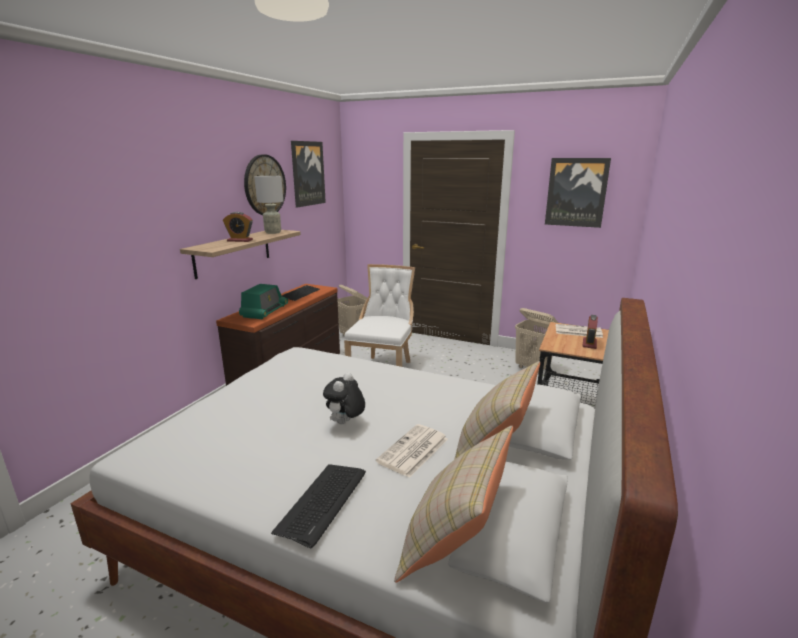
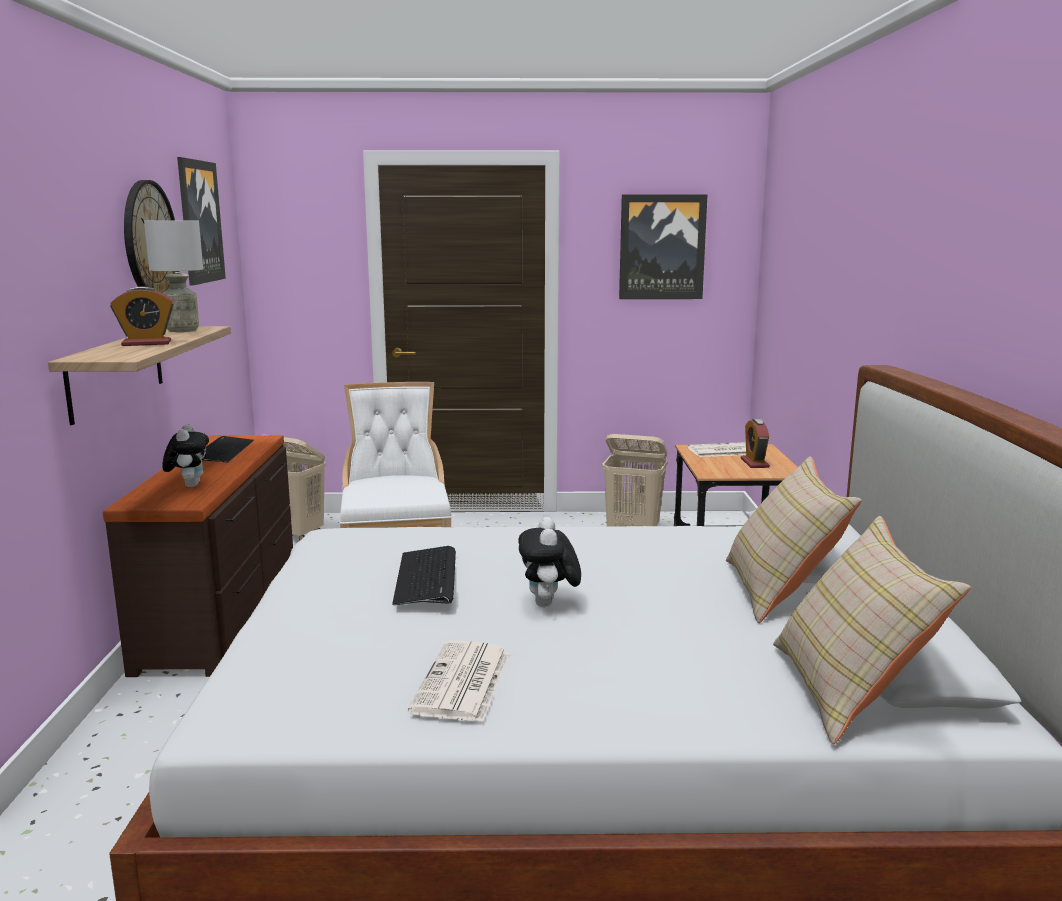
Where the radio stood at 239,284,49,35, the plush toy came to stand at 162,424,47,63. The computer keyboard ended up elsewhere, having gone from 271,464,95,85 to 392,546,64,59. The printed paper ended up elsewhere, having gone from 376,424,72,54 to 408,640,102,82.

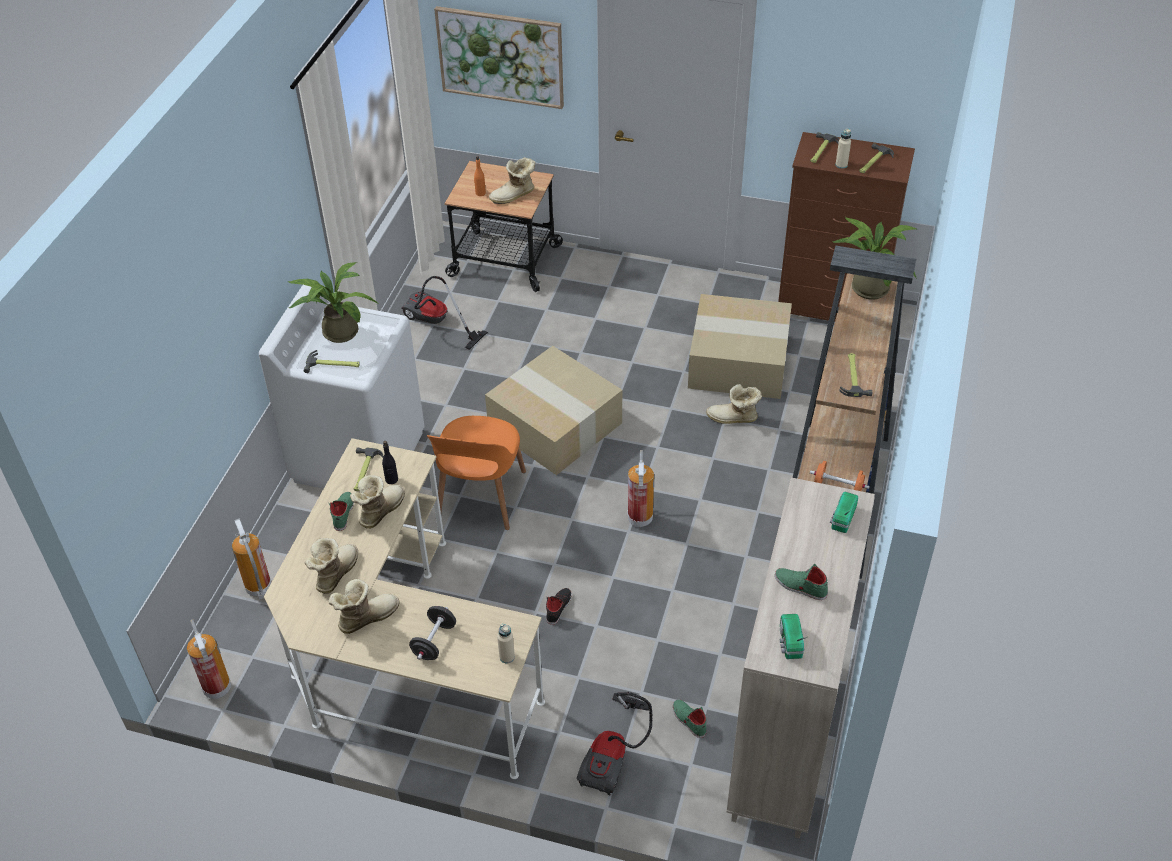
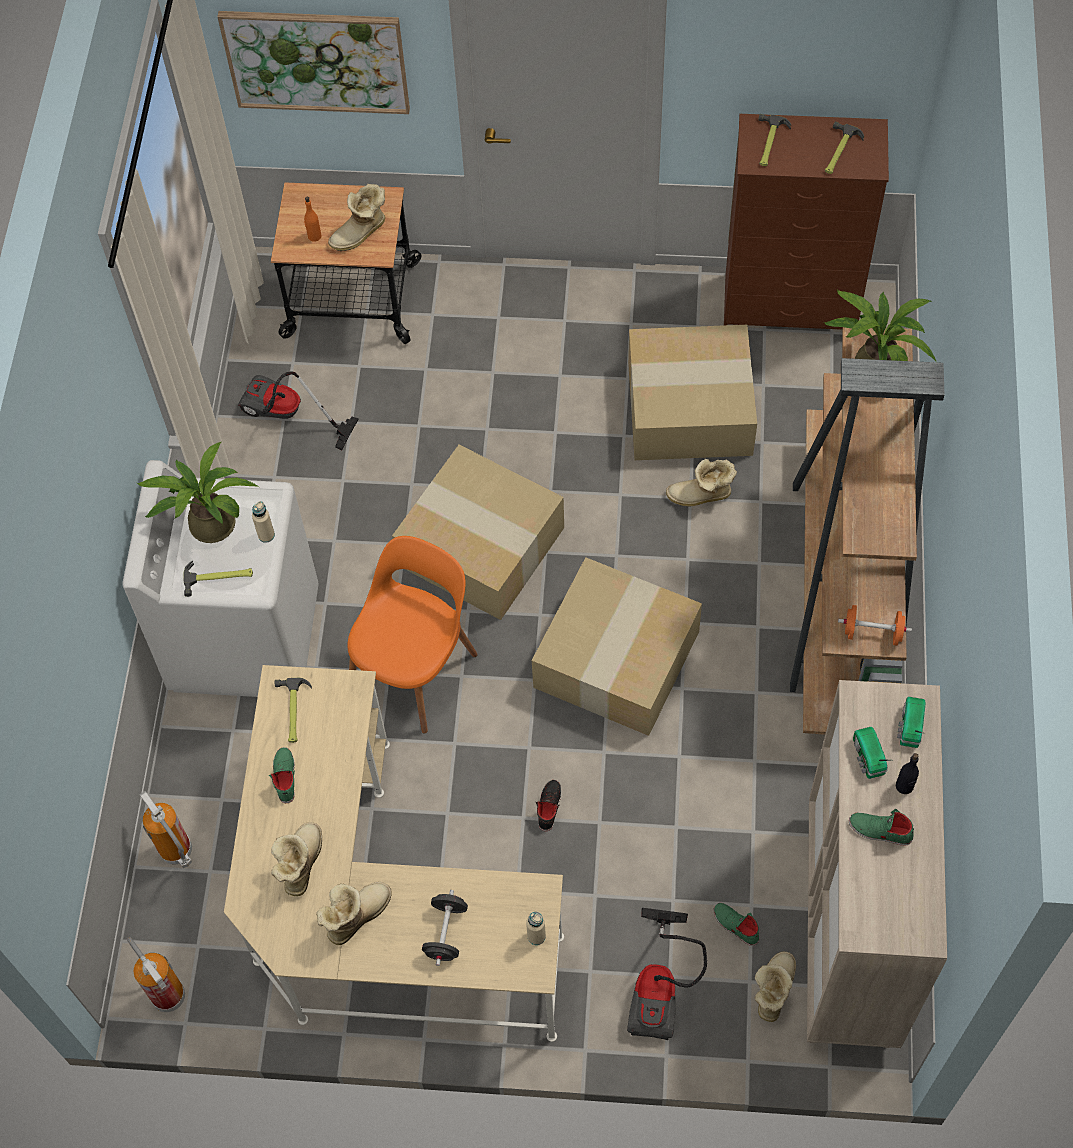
The bottle (beige) ended up elsewhere, having gone from 836,128,15,41 to 252,501,23,42. The plain chair (orange) at 427,416,99,114 ended up facing another way, 150 degrees counterclockwise from before. Where the fire extinguisher stood at 627,450,28,77, the carton came to stand at 532,557,170,179. The boot ended up elsewhere, having gone from 350,475,55,54 to 755,952,41,70. The radio ended up elsewhere, having gone from 780,614,27,45 to 853,727,39,52. The bottle (black-coloured) ended up elsewhere, having gone from 382,441,16,43 to 896,753,23,41. The second view lost the hand hammer at 840,353,32,44.

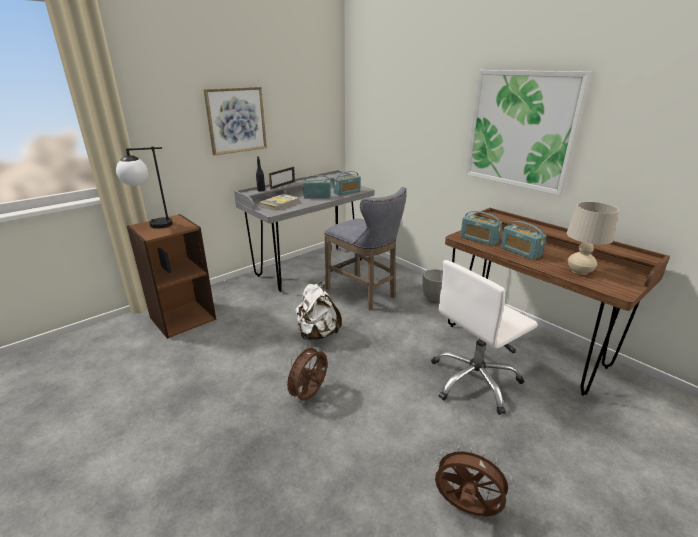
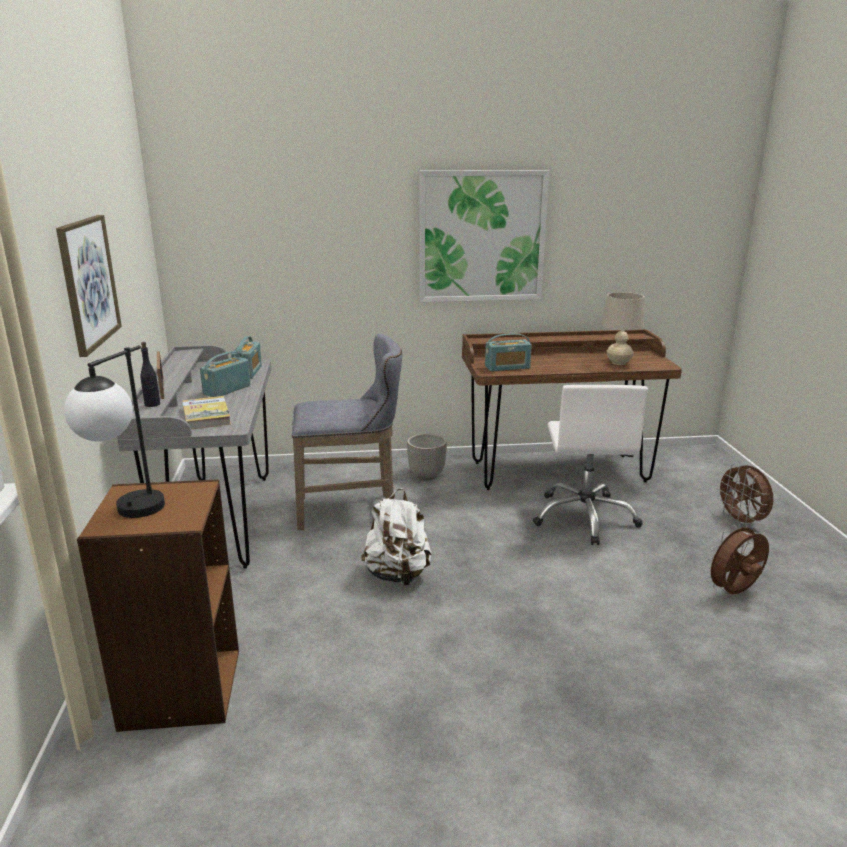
The cooling fan (brown) ended up elsewhere, having gone from 283,344,44,57 to 715,463,58,64. The second view lost the radio at 501,221,46,39.

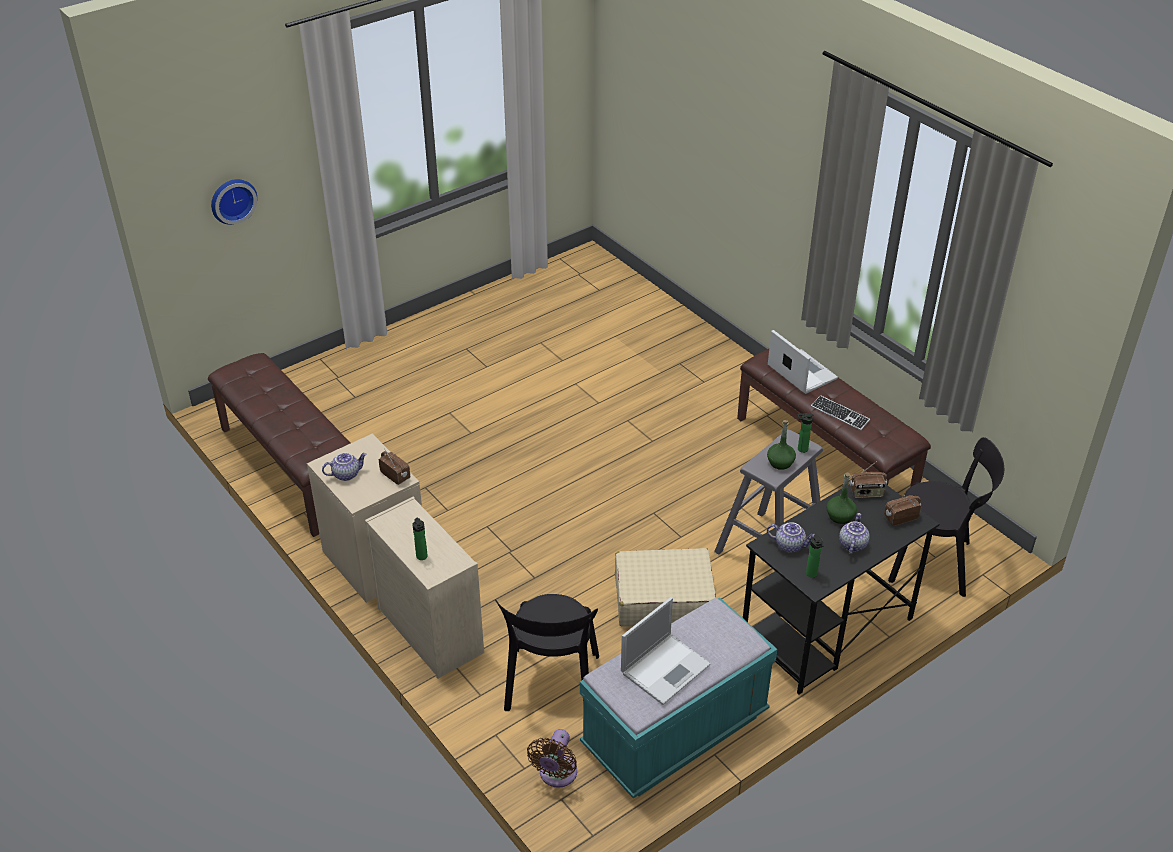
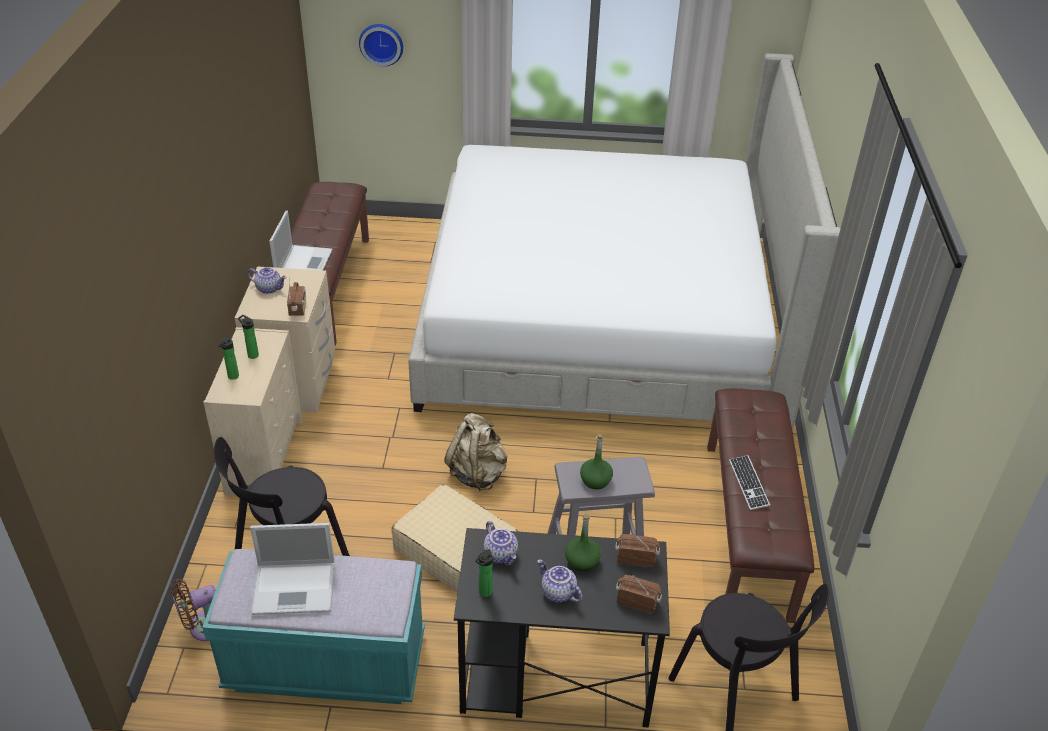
The bottle ended up elsewhere, having gone from 798,413,15,40 to 238,315,21,44. The portable computer ended up elsewhere, having gone from 768,330,70,64 to 269,210,63,60. The second view gained the sleeping bed at 408,53,433,379. The second view gained the knapsack (beige) at 444,413,63,78. The teapot at 839,513,31,41 ended up facing another way, 105 degrees counterclockwise from before. The radio at 850,462,37,36 ended up facing another way, 150 degrees clockwise from before.

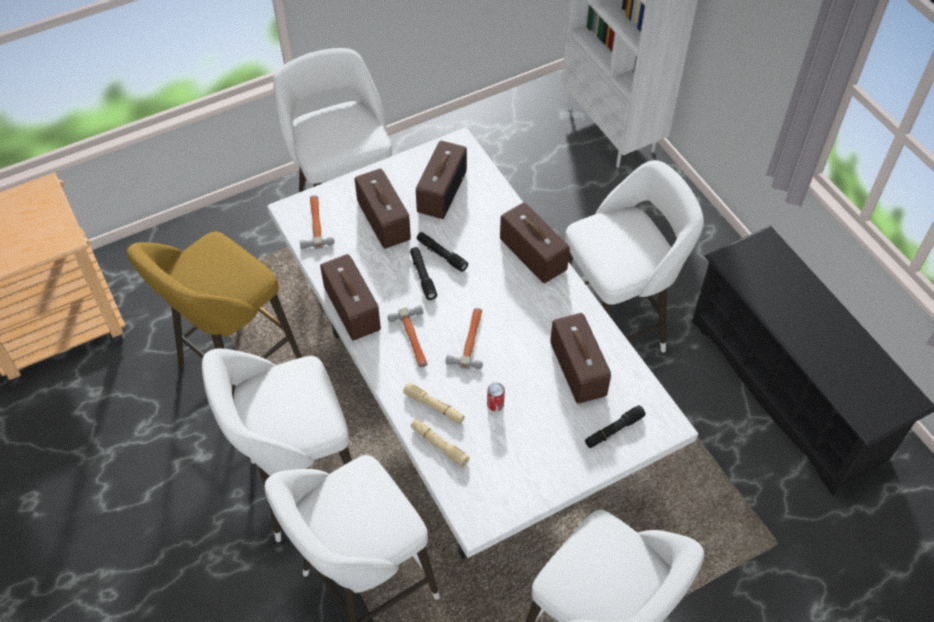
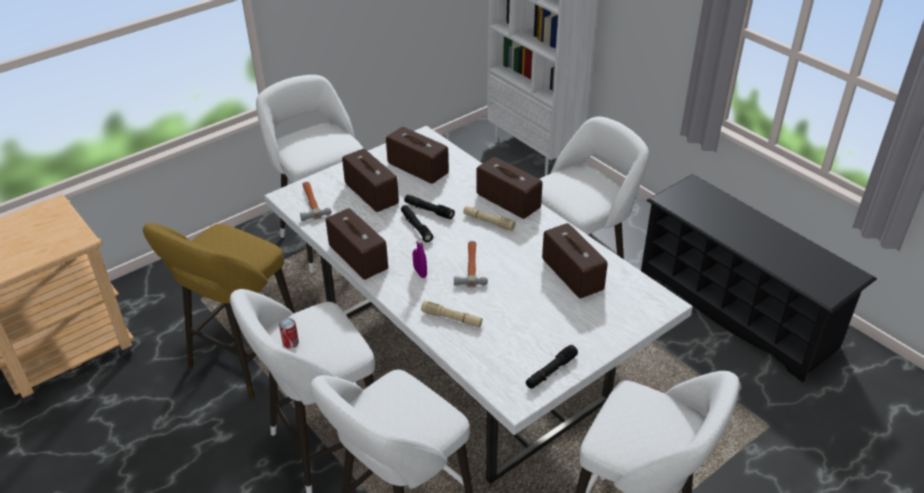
The sealed can ended up elsewhere, having gone from 487,383,18,28 to 279,318,20,30. The radio at 416,140,51,79 ended up facing another way, 60 degrees counterclockwise from before. Where the hand hammer stood at 388,305,39,62, the hand sprayer (purplish) came to stand at 413,228,14,50. The hand torch (beige) ended up elsewhere, having gone from 411,419,59,48 to 463,206,53,25. The hand torch (black-coloured) ended up elsewhere, having gone from 585,405,60,43 to 526,345,52,44.

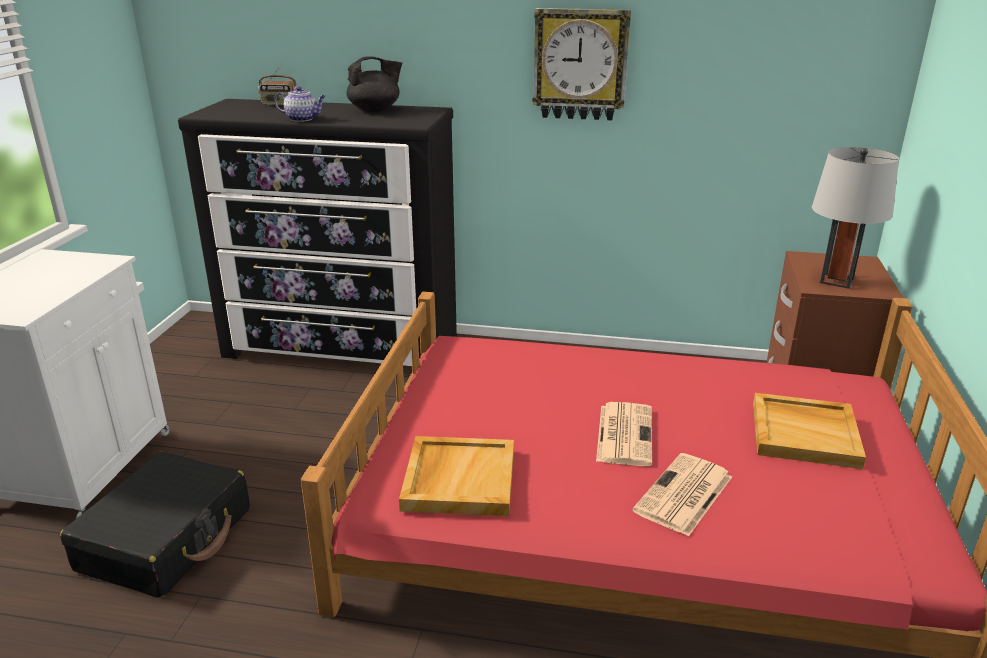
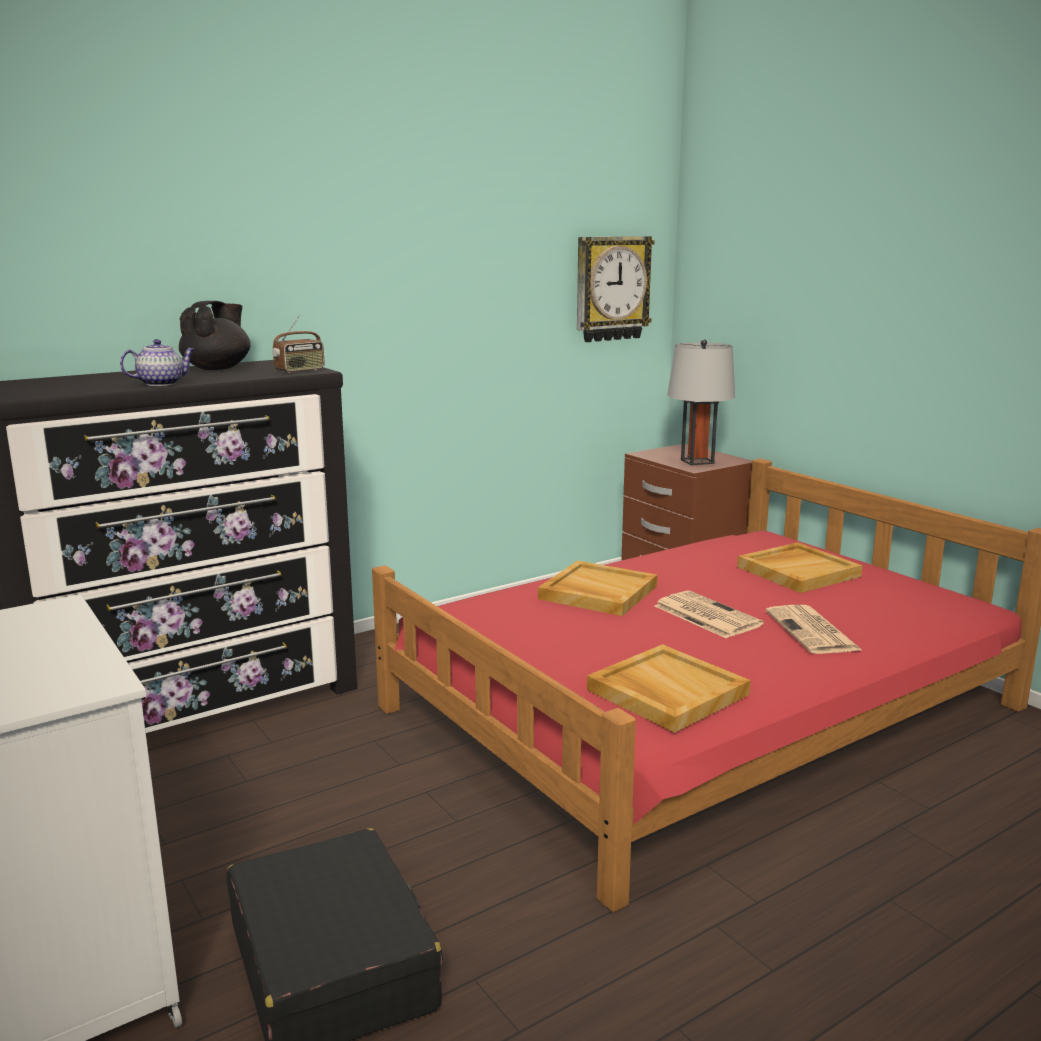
The radio ended up elsewhere, having gone from 258,63,39,43 to 272,315,52,58. The second view gained the tray (beige) at 538,561,119,55. The hanging clock ended up elsewhere, having gone from 533,8,98,112 to 577,236,78,106.

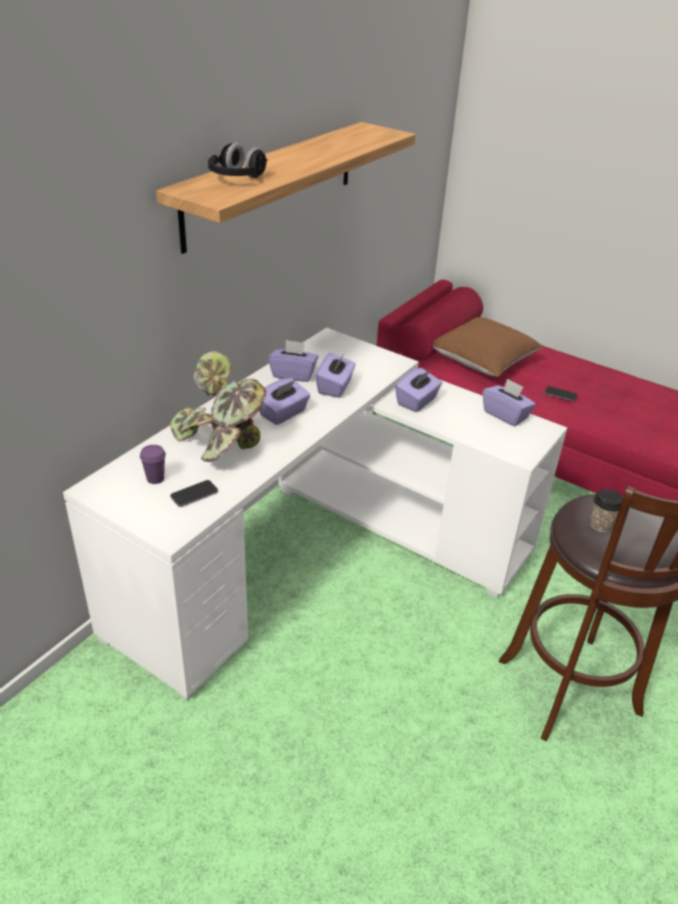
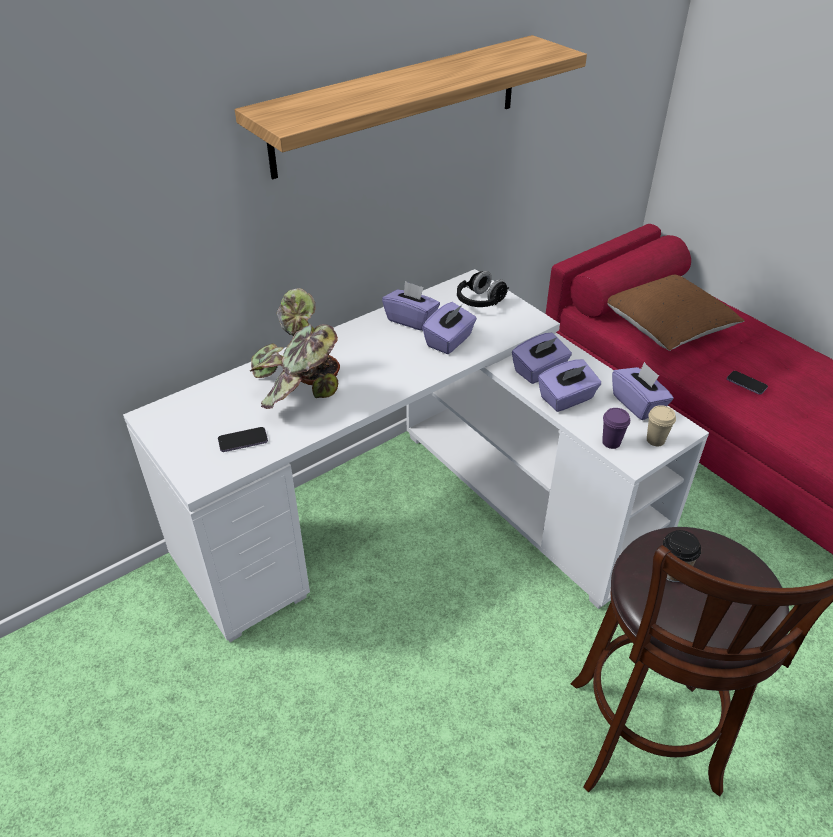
The headset (black-coloured) ended up elsewhere, having gone from 208,142,60,36 to 457,271,52,36. The box of tissues (purplish) ended up elsewhere, having gone from 259,378,51,47 to 538,359,63,53. The drinking cup (purplish) ended up elsewhere, having gone from 140,445,26,39 to 602,408,28,41. The second view gained the drinking cup (beige) at 647,405,29,41.

